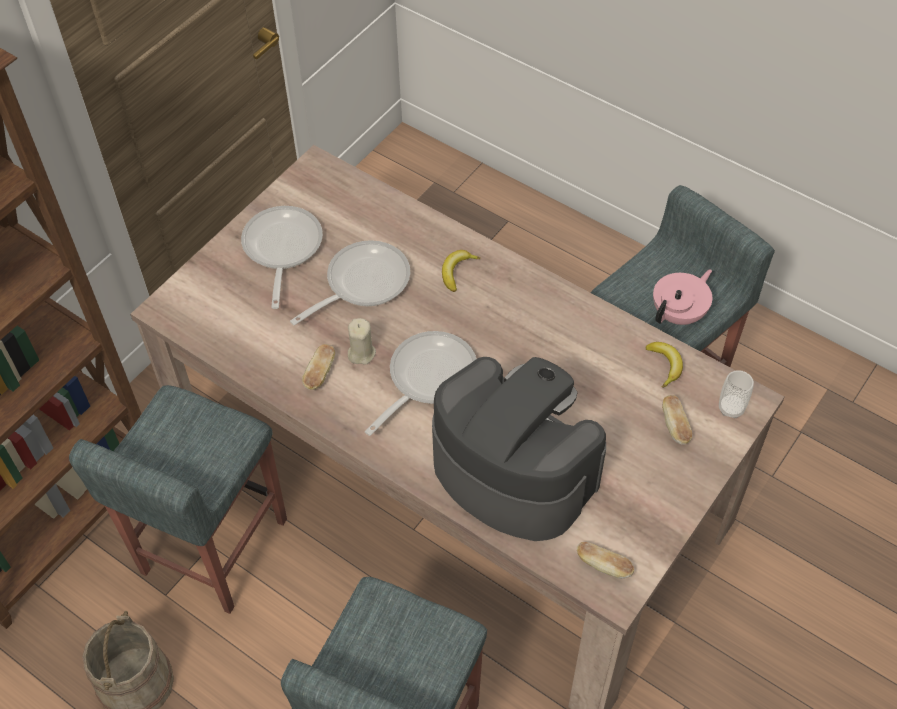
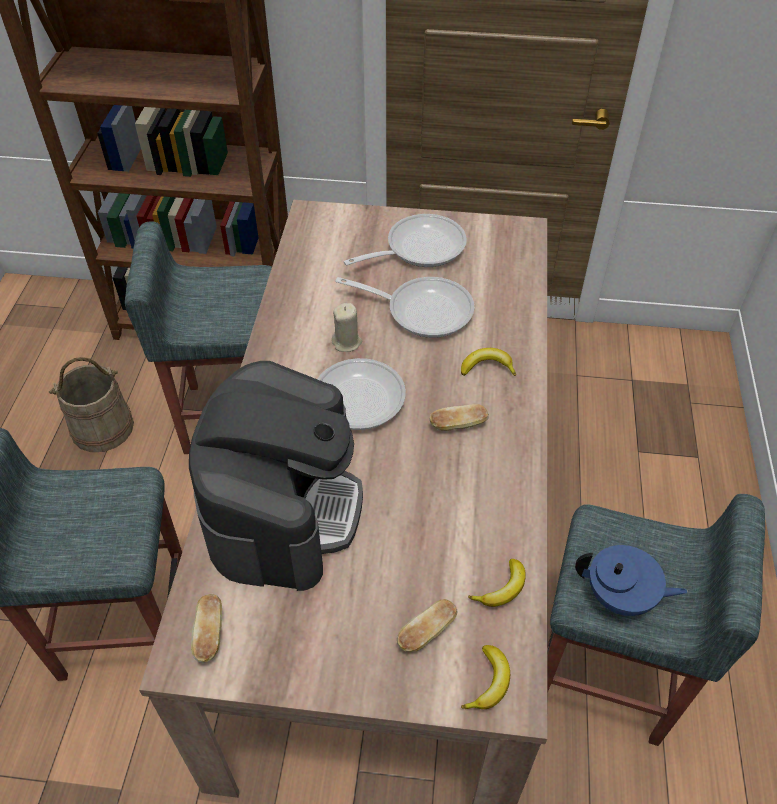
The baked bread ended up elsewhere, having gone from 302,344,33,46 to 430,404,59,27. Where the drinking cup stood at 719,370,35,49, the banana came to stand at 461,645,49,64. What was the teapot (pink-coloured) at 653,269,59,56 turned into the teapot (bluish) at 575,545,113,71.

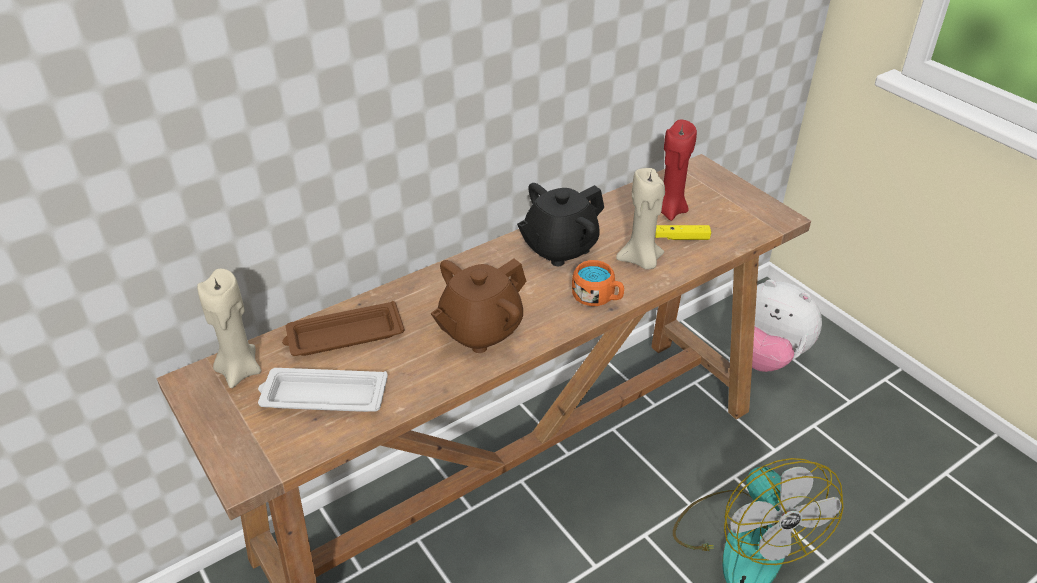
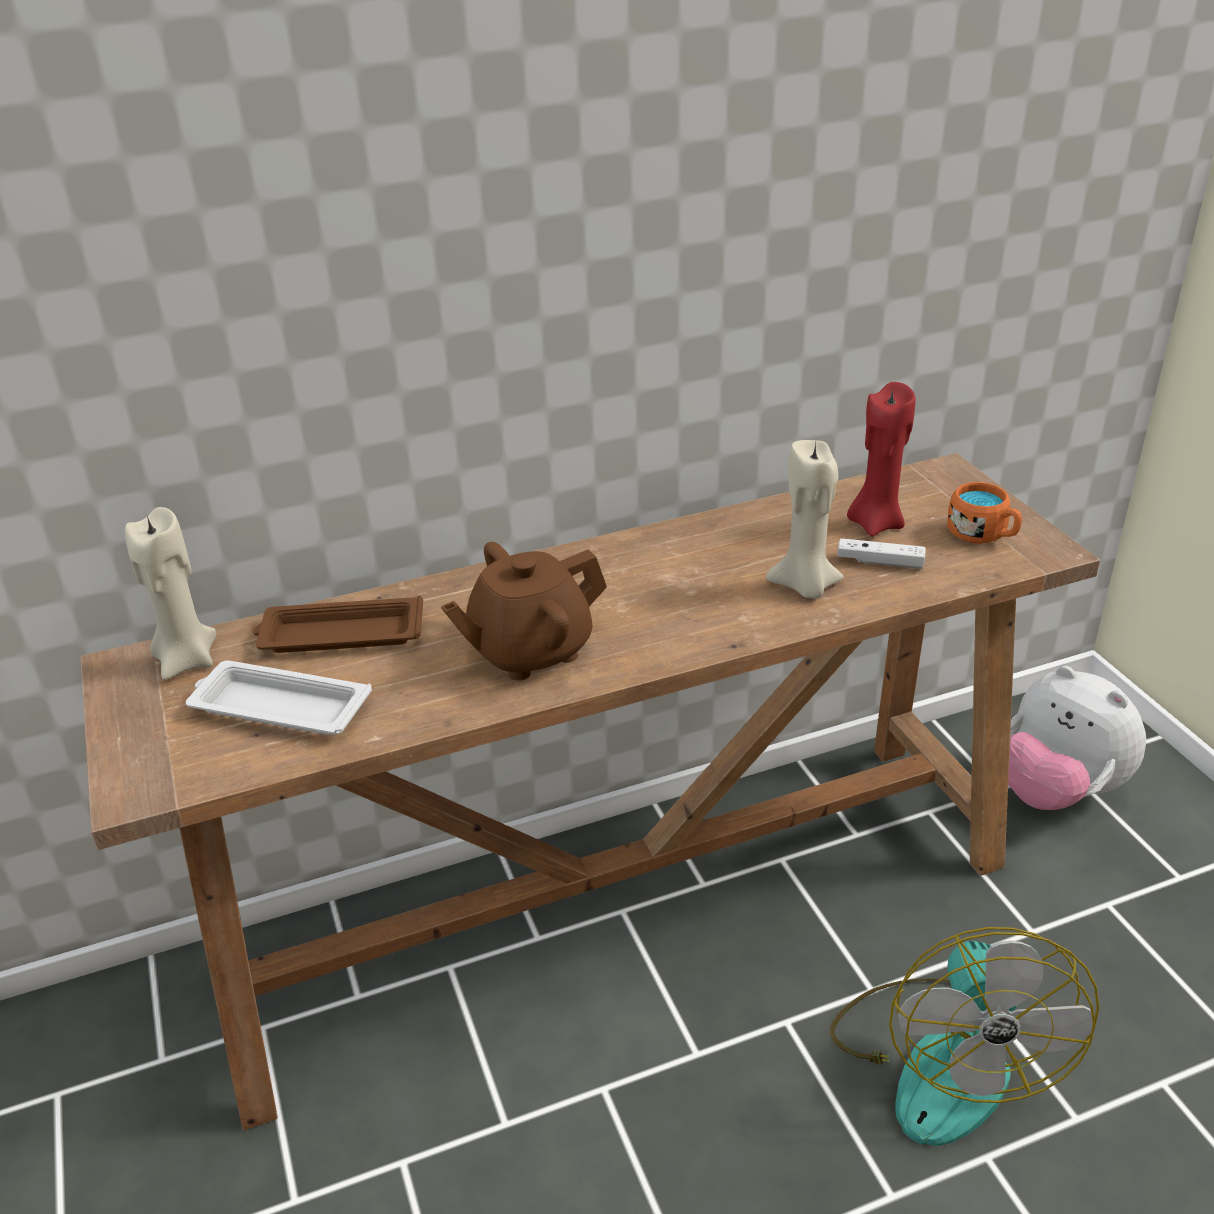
What was the game controller (yellow) at 655,225,56,15 turned into the game controller (white-coloured) at 837,538,89,31. The coffee mug (orange) ended up elsewhere, having gone from 572,260,52,46 to 947,482,75,62. The second view lost the teapot (black-coloured) at 517,183,87,83.

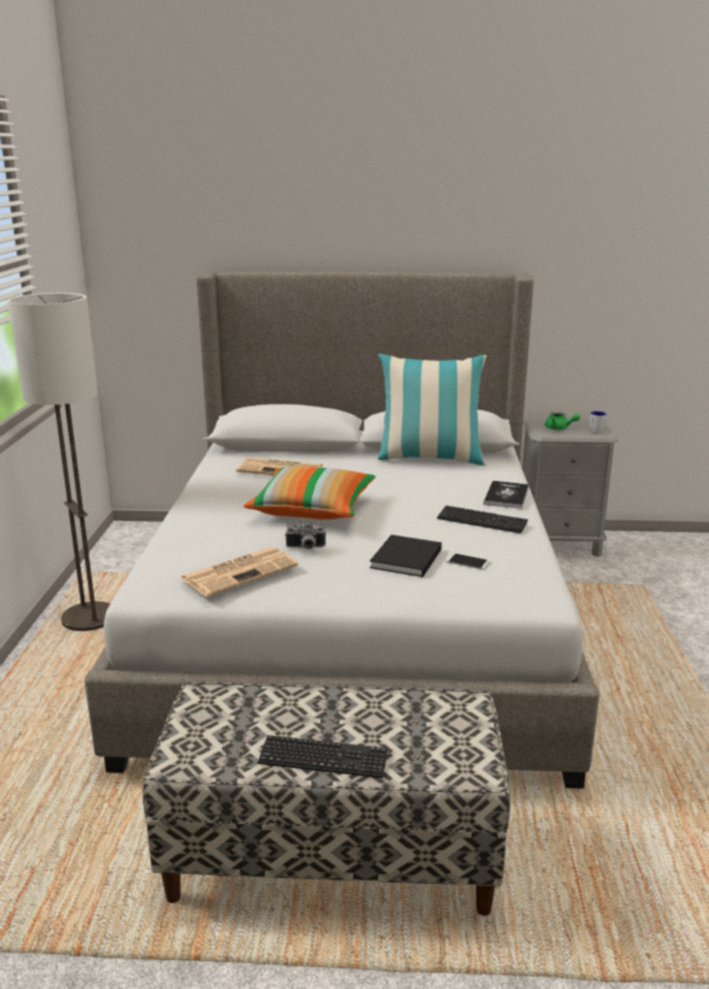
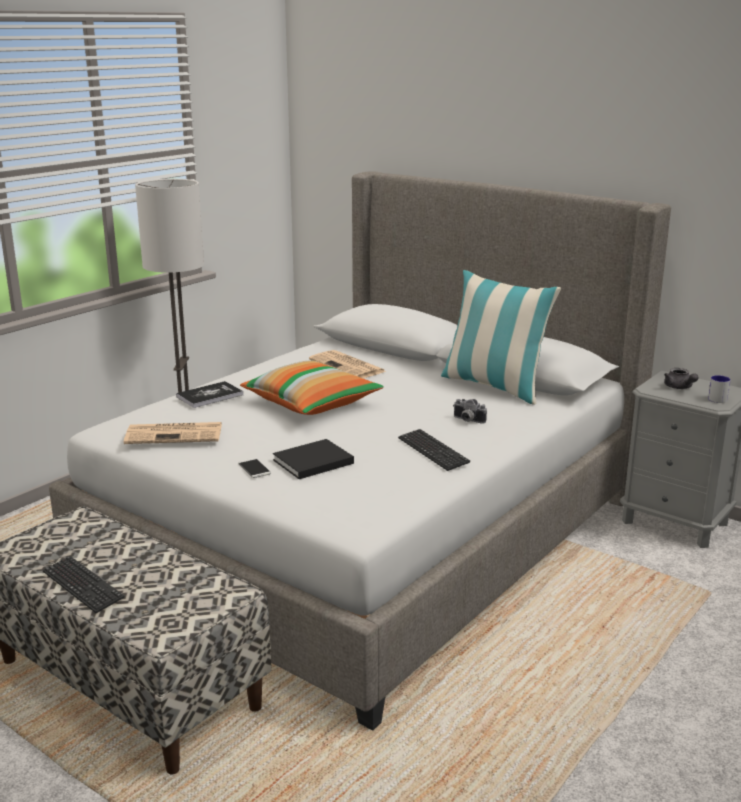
The bound book ended up elsewhere, having gone from 484,481,45,28 to 176,381,67,27. The phone ended up elsewhere, having gone from 446,553,44,17 to 238,458,33,20. The photo camera ended up elsewhere, having gone from 285,522,41,27 to 453,399,34,25. What was the teapot (green-coloured) at 545,412,35,18 turned into the teapot (greyish) at 664,368,35,21.

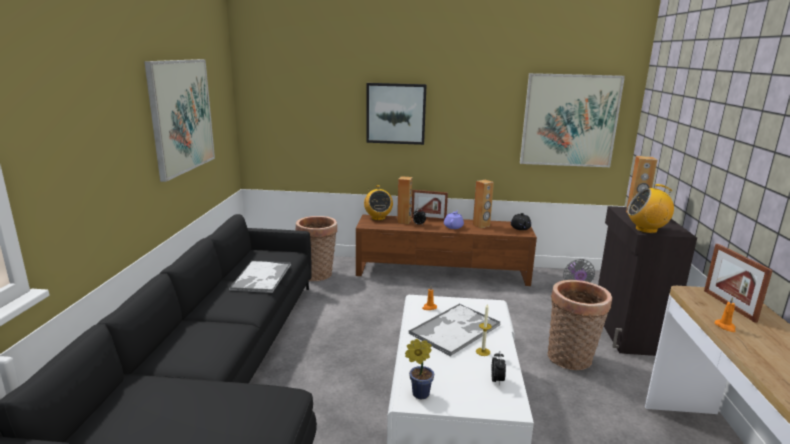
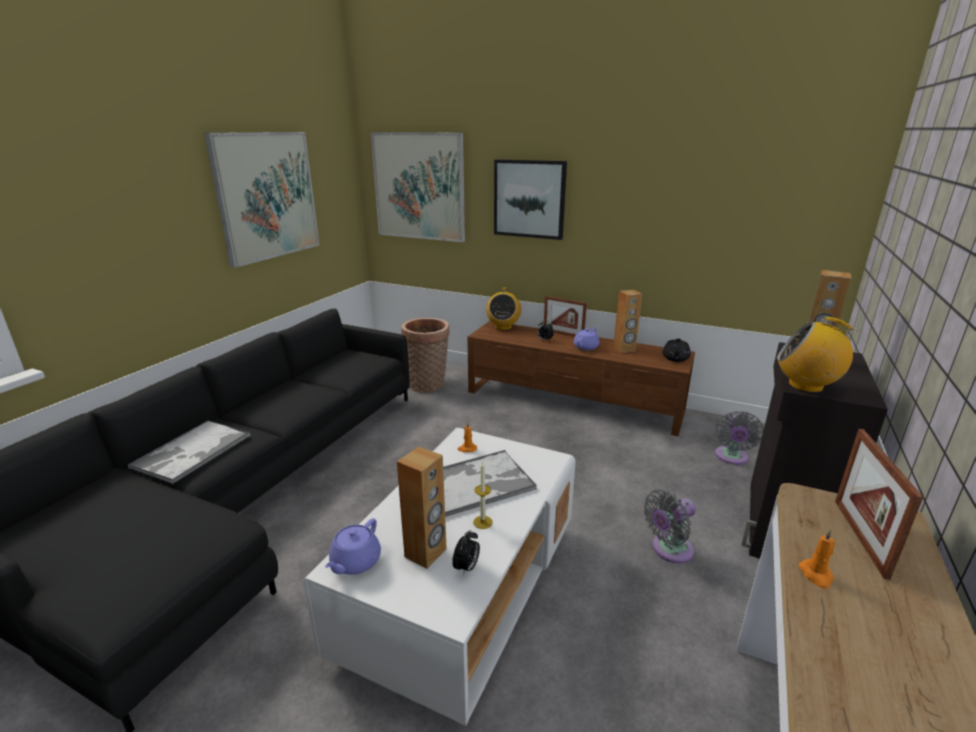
The tray ended up elsewhere, having gone from 229,261,62,32 to 128,420,123,64. Where the plant in a pot stood at 405,339,29,60, the teapot (purplish) came to stand at 325,518,56,57. The wall picture ended up elsewhere, having gone from 520,73,105,94 to 371,132,94,110. The audio speaker (brown) ended up elsewhere, having gone from 397,176,15,48 to 397,447,50,122. Where the storage basket stood at 547,280,65,90, the cooling fan (greyish) came to stand at 643,489,53,74.

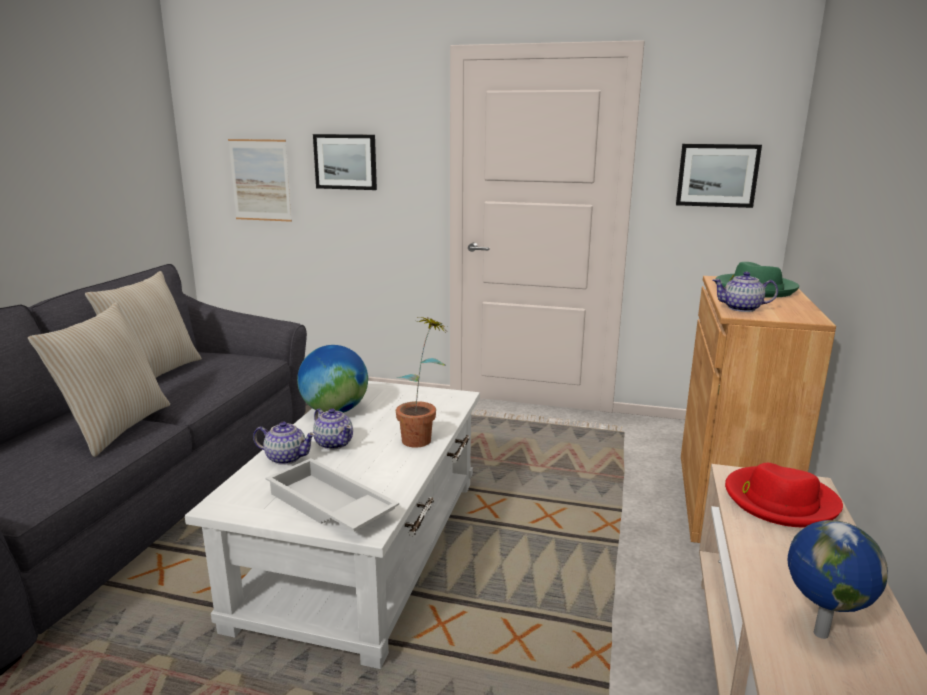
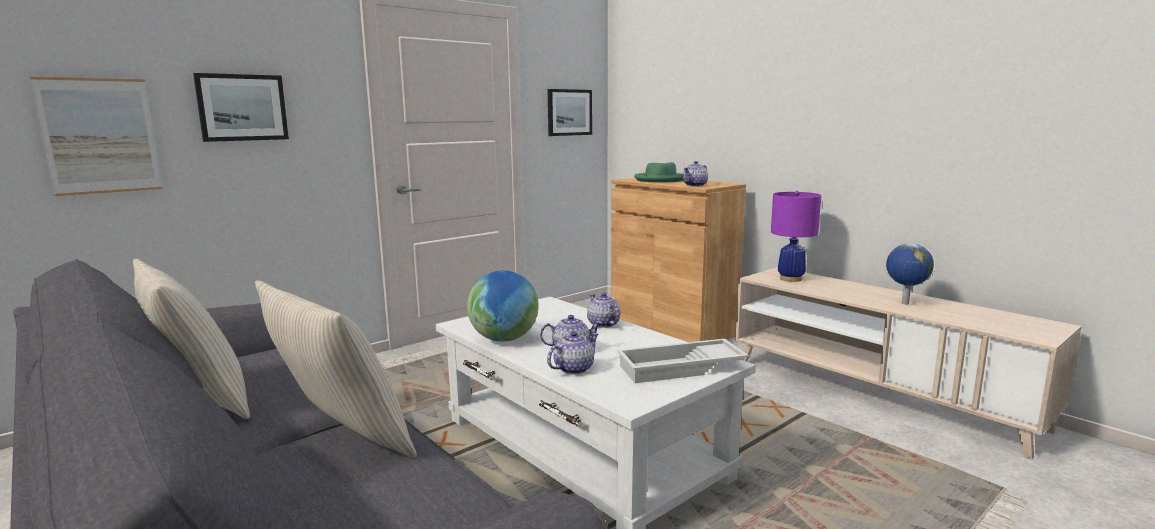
Where the plant in a pot stood at 396,317,50,131, the teapot came to stand at 587,293,34,35. Where the hat (red-coloured) stood at 725,463,118,64, the tabletop lamp (purplish) came to stand at 771,191,50,91.

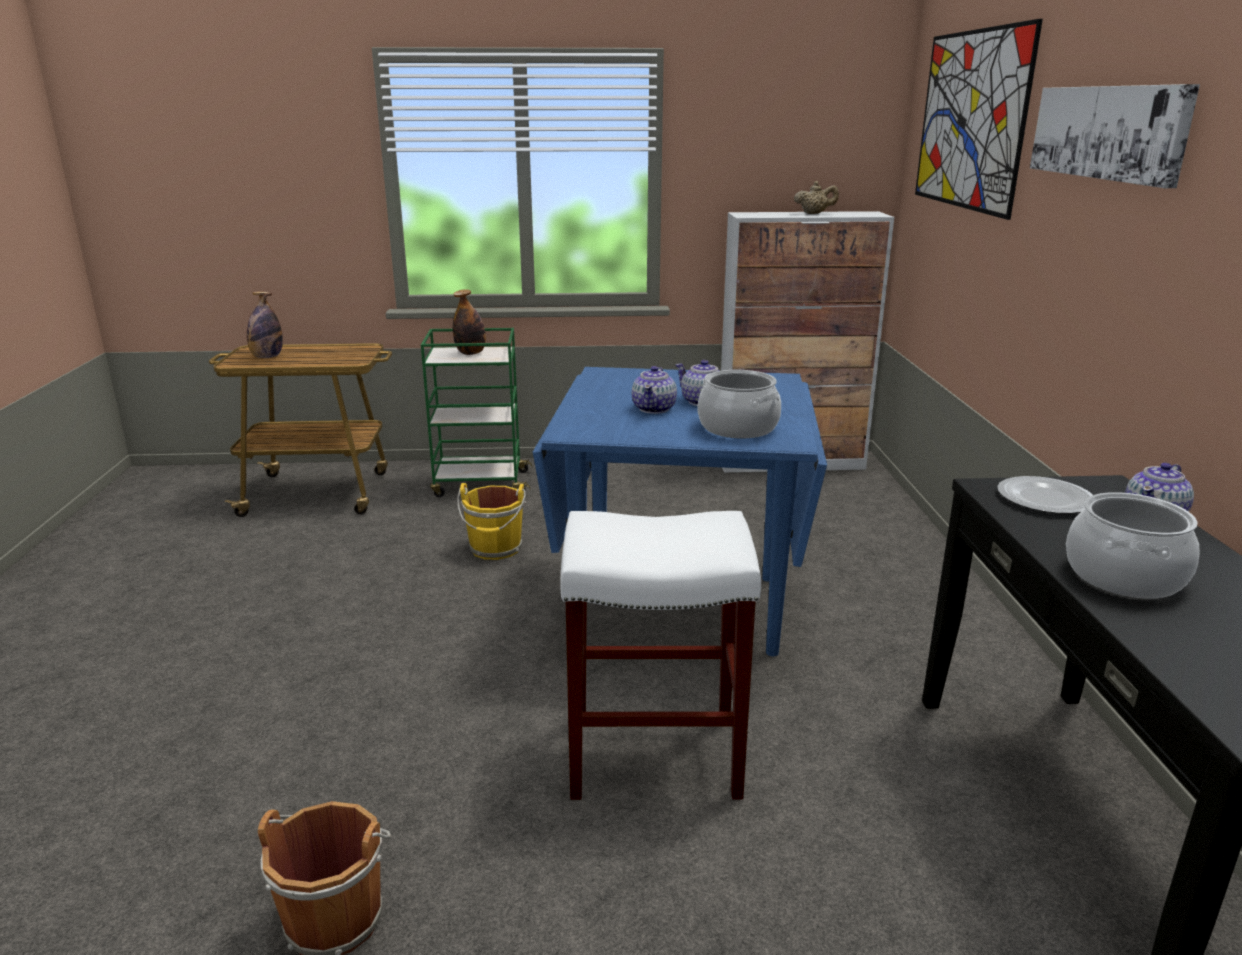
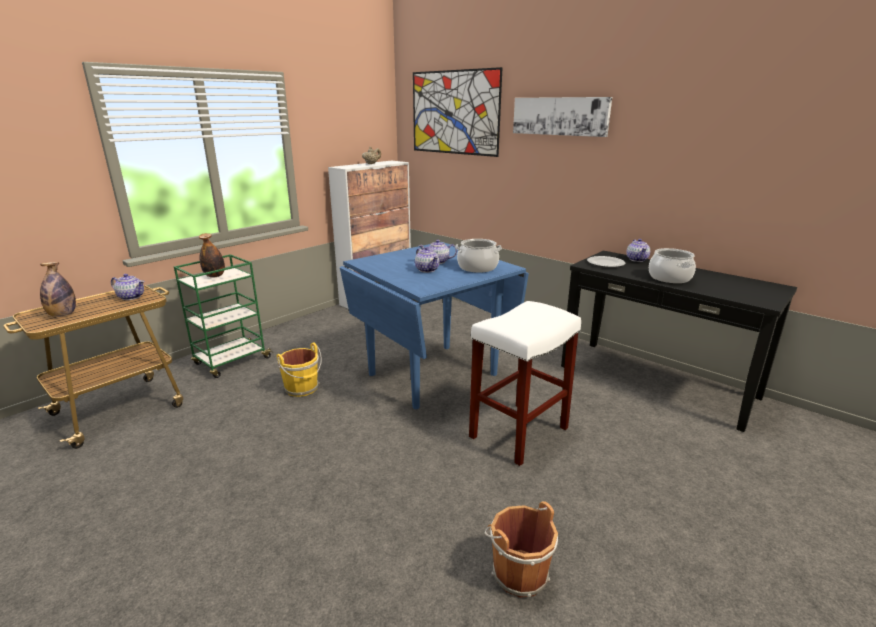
The second view gained the teapot at 111,274,34,26.

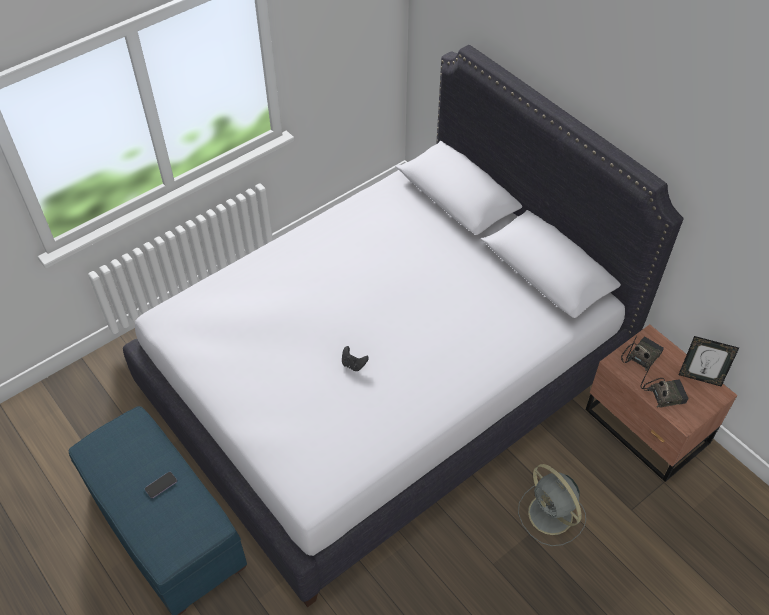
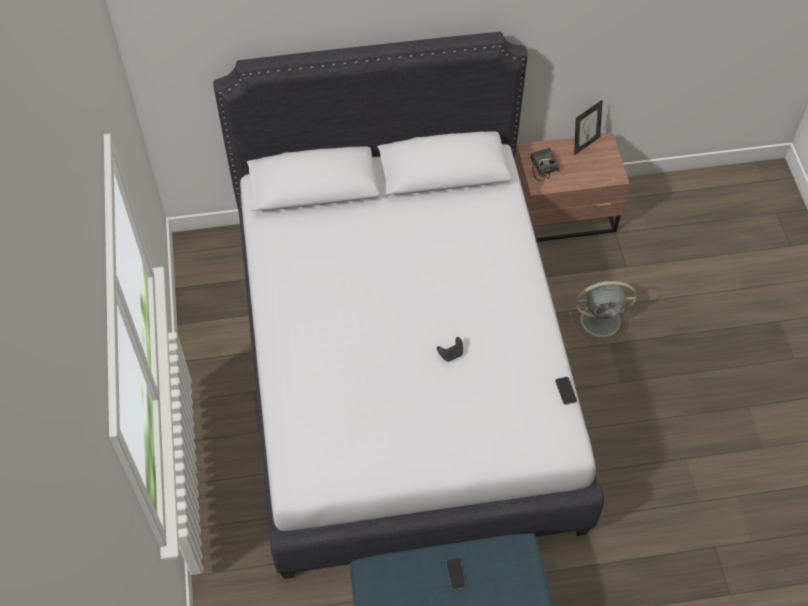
The second view gained the phone at 555,377,22,28. The second view lost the radio at 640,363,49,45.

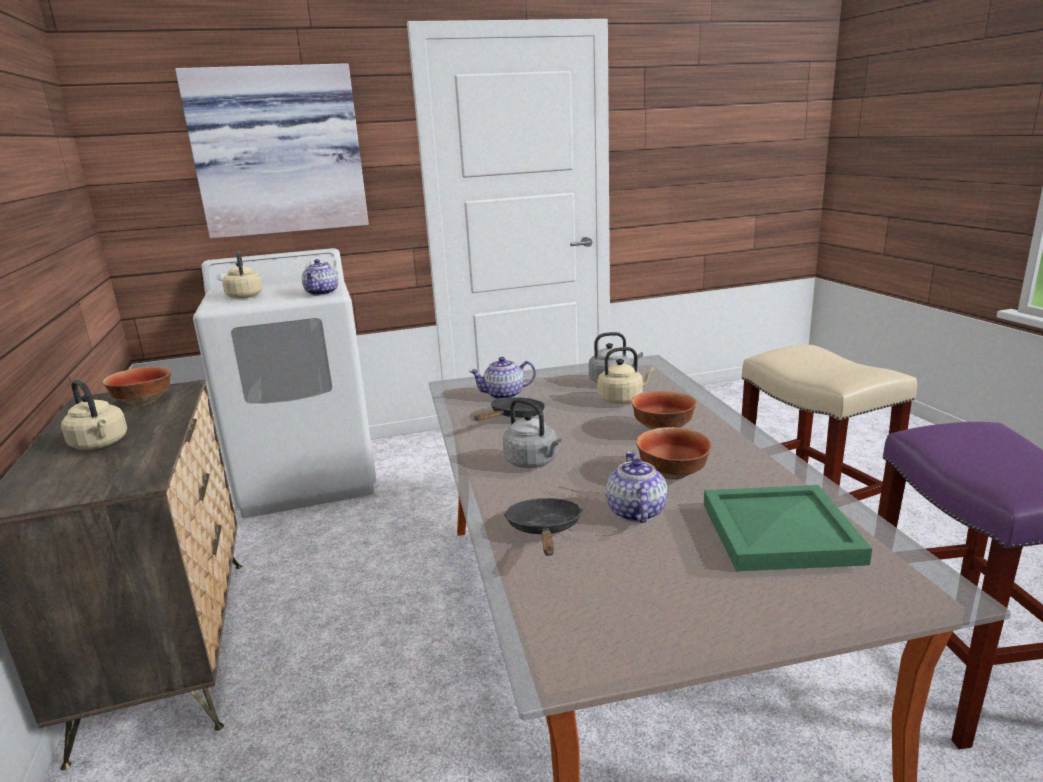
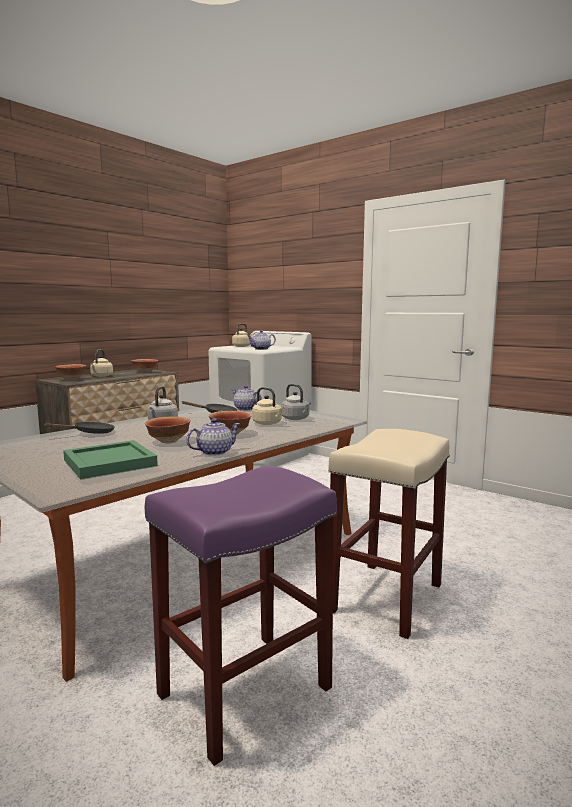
The second view gained the serving bowl at 55,364,31,16. The teapot ended up elsewhere, having gone from 606,451,61,72 to 186,419,54,37. The second view lost the wall picture at 175,63,194,176.

